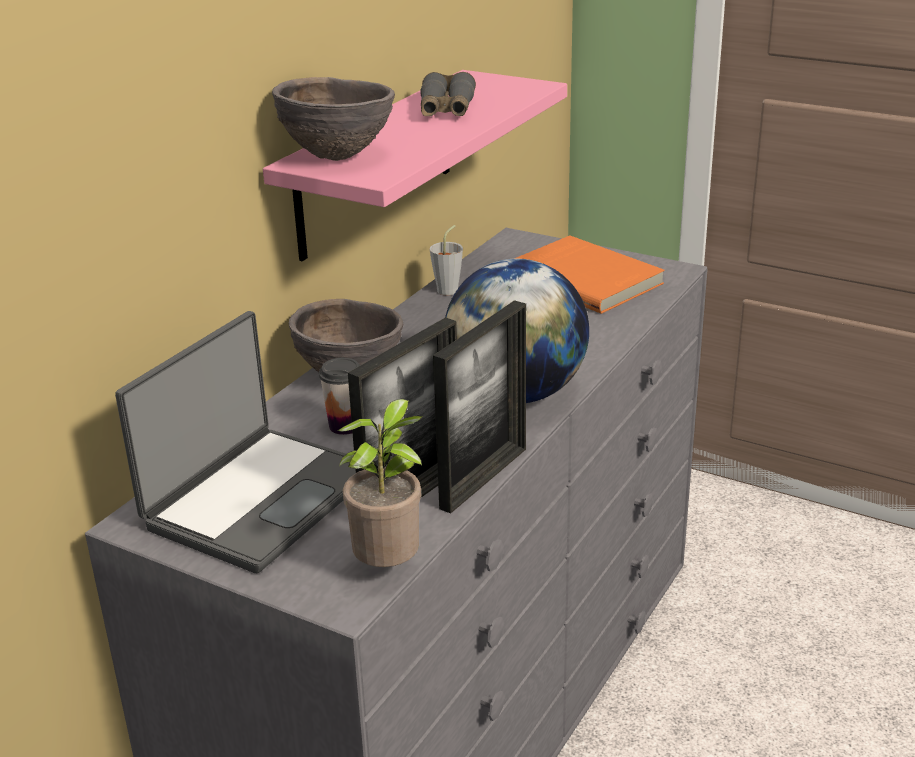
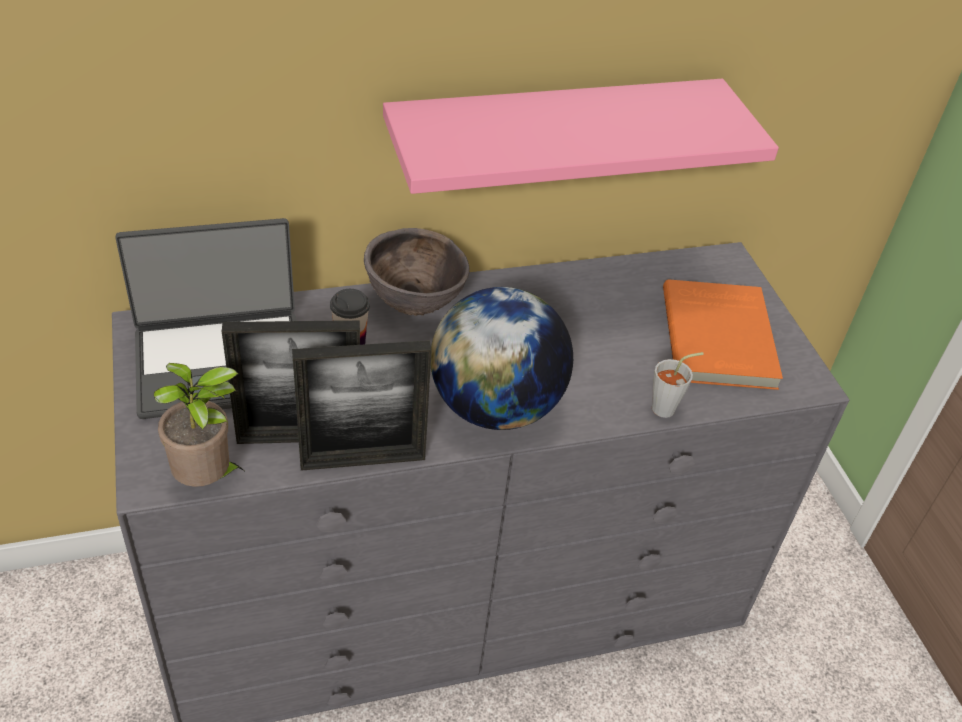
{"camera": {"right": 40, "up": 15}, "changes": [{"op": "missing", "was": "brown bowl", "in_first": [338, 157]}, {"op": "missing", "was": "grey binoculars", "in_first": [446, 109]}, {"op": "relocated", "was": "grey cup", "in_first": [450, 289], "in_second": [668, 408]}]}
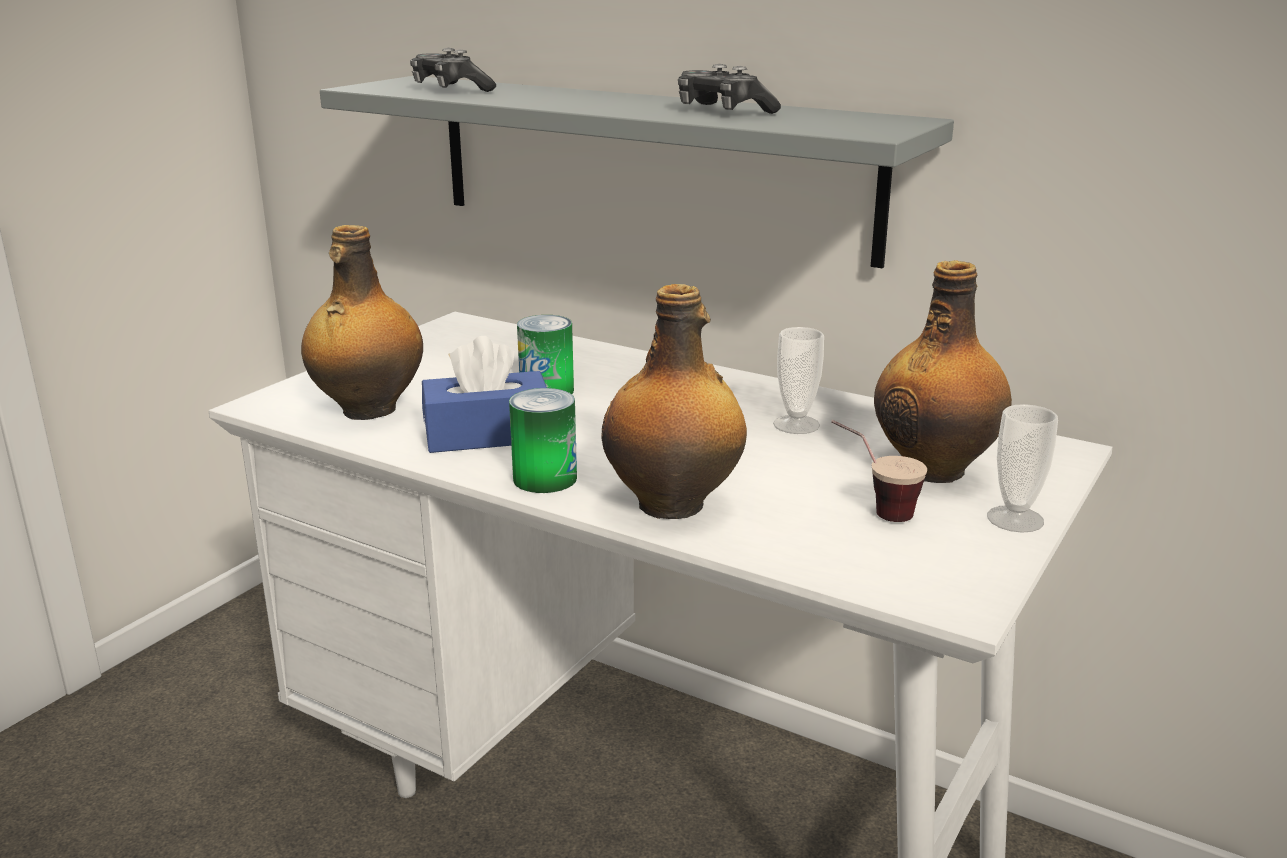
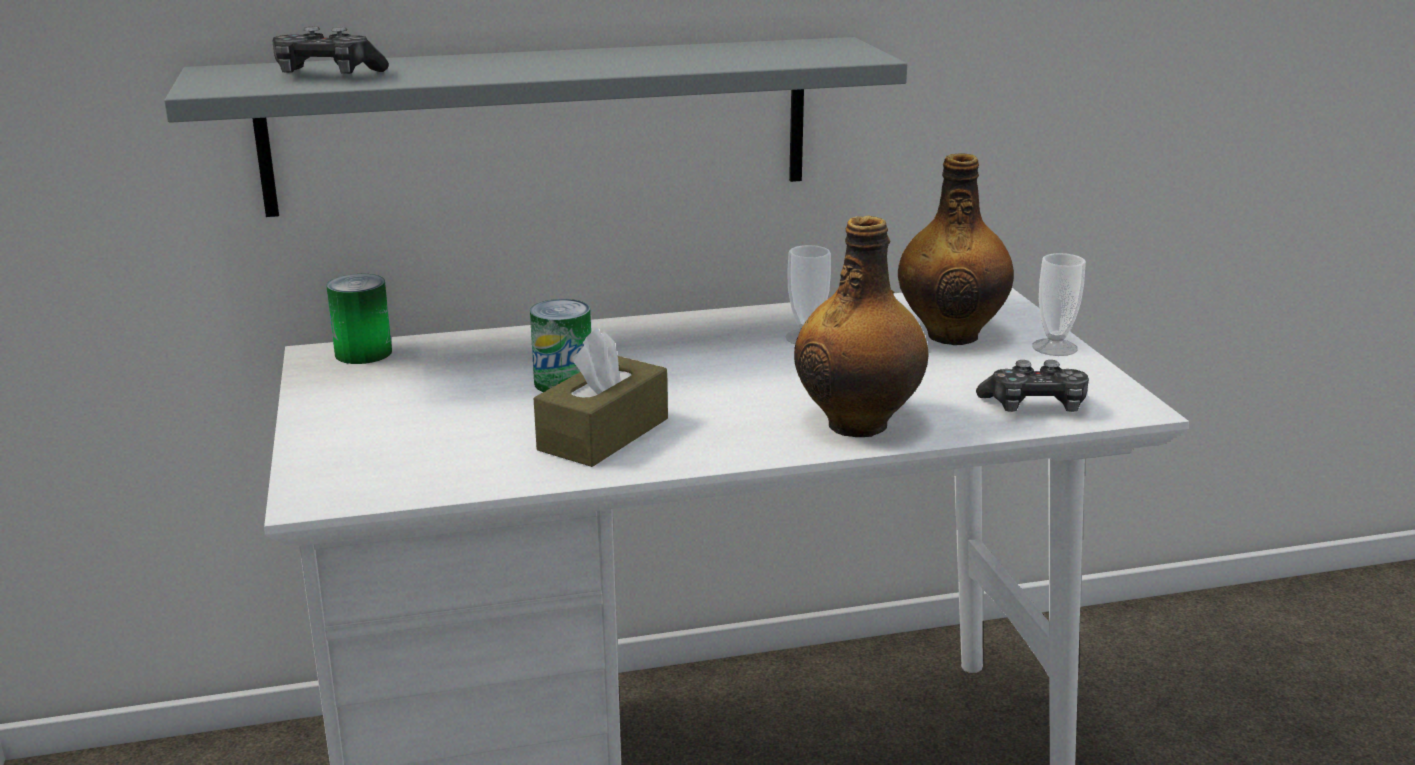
{"camera": {"right": -45, "up": 0}, "changes": [{"op": "missing", "was": "bottle", "in_first": [368, 410]}, {"op": "missing", "was": "cup", "in_first": [872, 510]}, {"op": "relocated", "was": "can", "in_first": [545, 478], "in_second": [363, 353]}, {"op": "relocated", "was": "game controller", "in_first": [723, 111], "in_second": [1035, 407]}, {"op": "colour", "was": "blue tissue box", "now": "brown tissue box", "in_first": [487, 435], "in_second": [603, 434]}]}
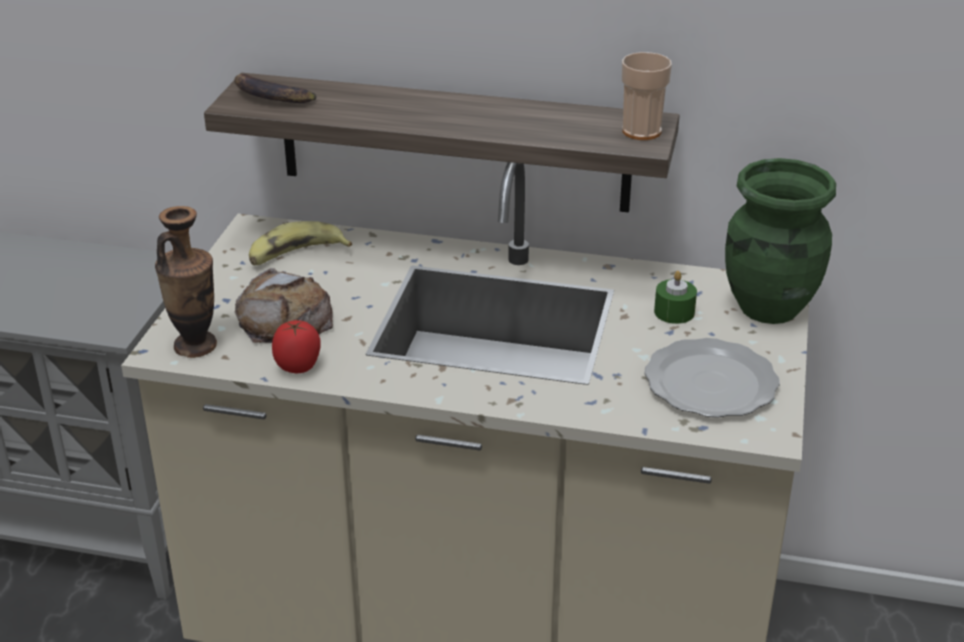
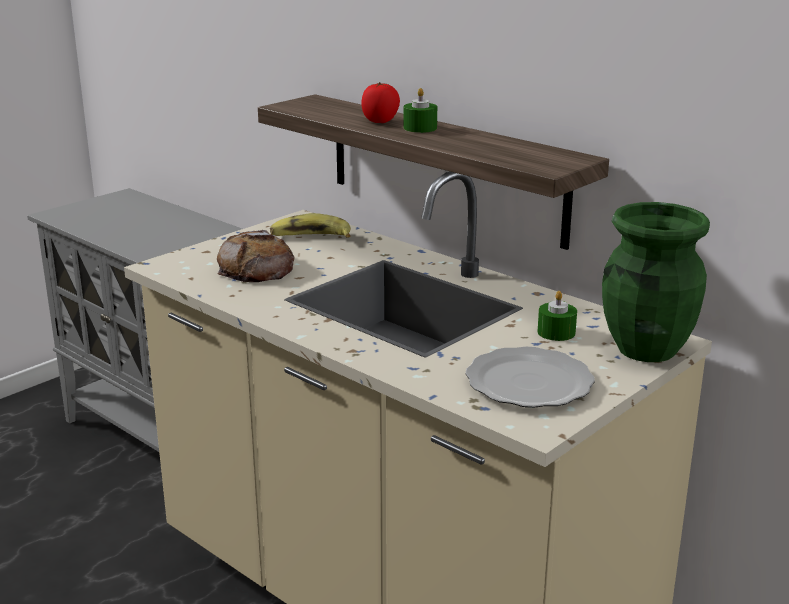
{"camera": {"right": 30, "up": -10}, "changes": [{"op": "missing", "was": "vase", "in_first": [195, 346]}, {"op": "missing", "was": "banana", "in_first": [270, 97]}, {"op": "missing", "was": "cup", "in_first": [641, 131]}, {"op": "appeared", "now": "green candle", "in_second": [420, 128]}, {"op": "relocated", "was": "tomato", "in_first": [298, 366], "in_second": [380, 121]}]}
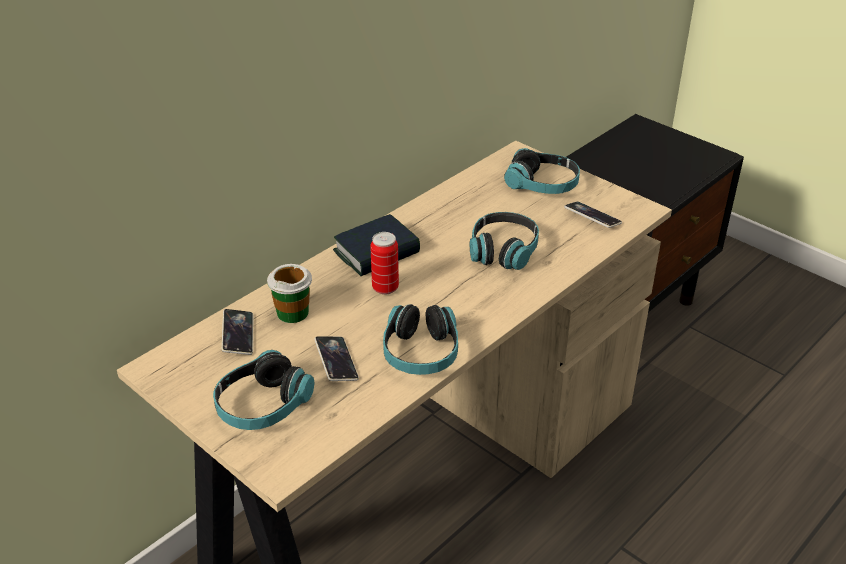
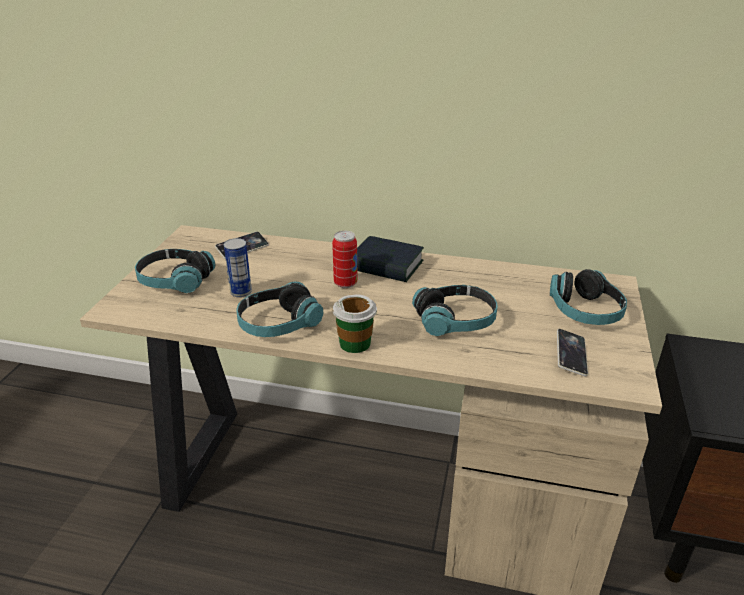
{"camera": {"right": 60, "up": -5}, "changes": [{"op": "relocated", "was": "cup", "in_first": [293, 312], "in_second": [355, 343]}, {"op": "exchanged", "was": "phone", "now": "can", "in_first": [336, 362], "in_second": [241, 292]}]}
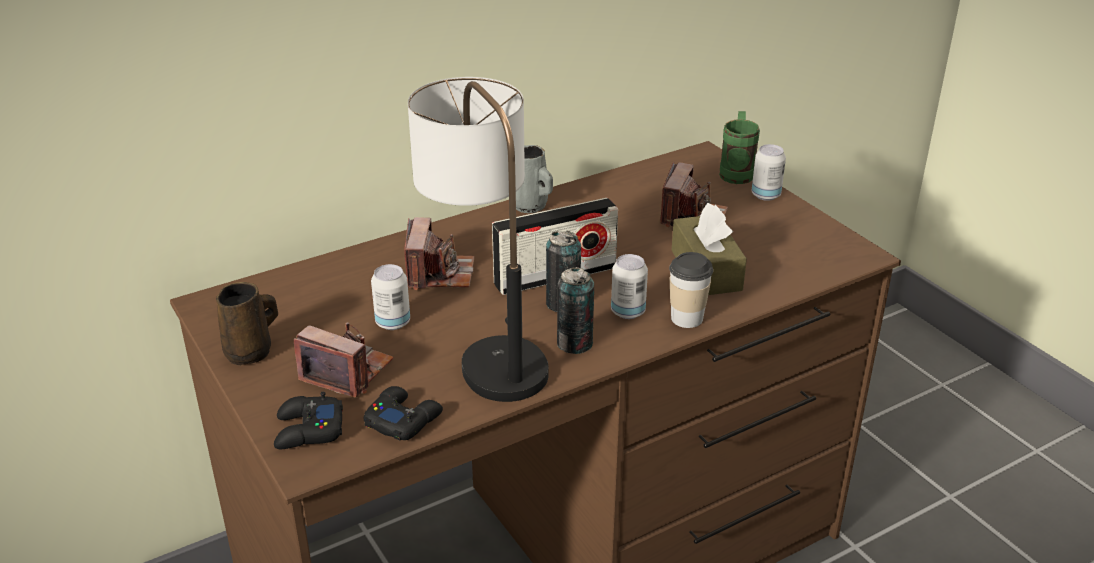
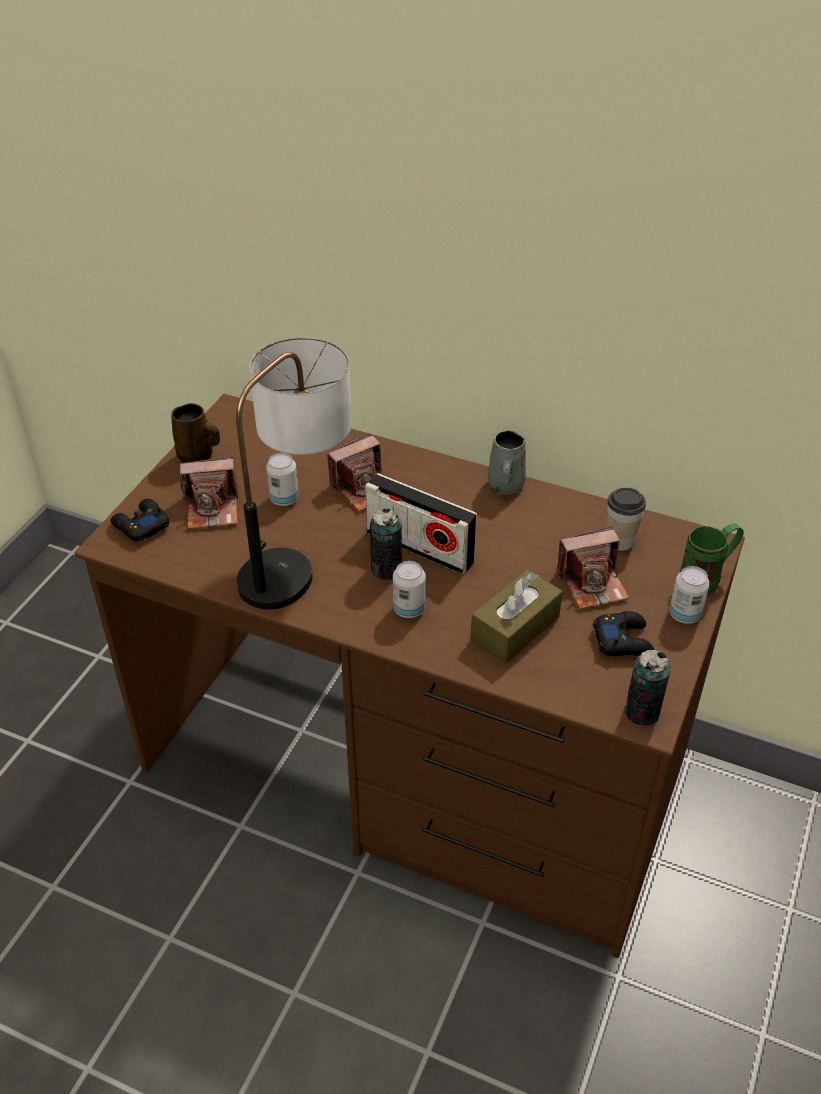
{"camera": {"right": 55, "up": 10}, "changes": [{"op": "relocated", "was": "black game controller", "in_first": [403, 420], "in_second": [623, 640]}, {"op": "relocated", "was": "can", "in_first": [574, 344], "in_second": [642, 712]}, {"op": "relocated", "was": "cup", "in_first": [687, 318], "in_second": [619, 541]}, {"op": "spun", "was": "photo camera", "in_first": [347, 372], "in_second": [212, 509], "clockwise": 90}]}
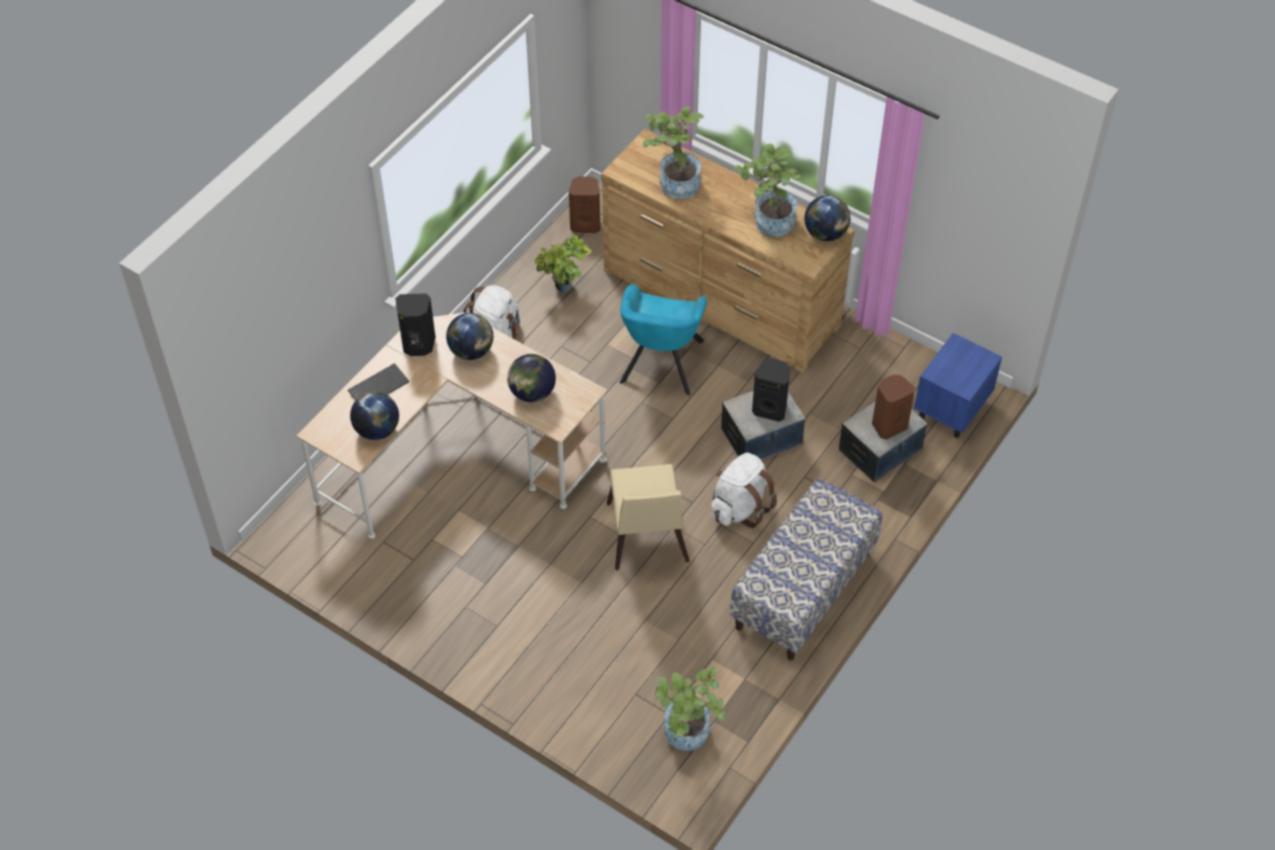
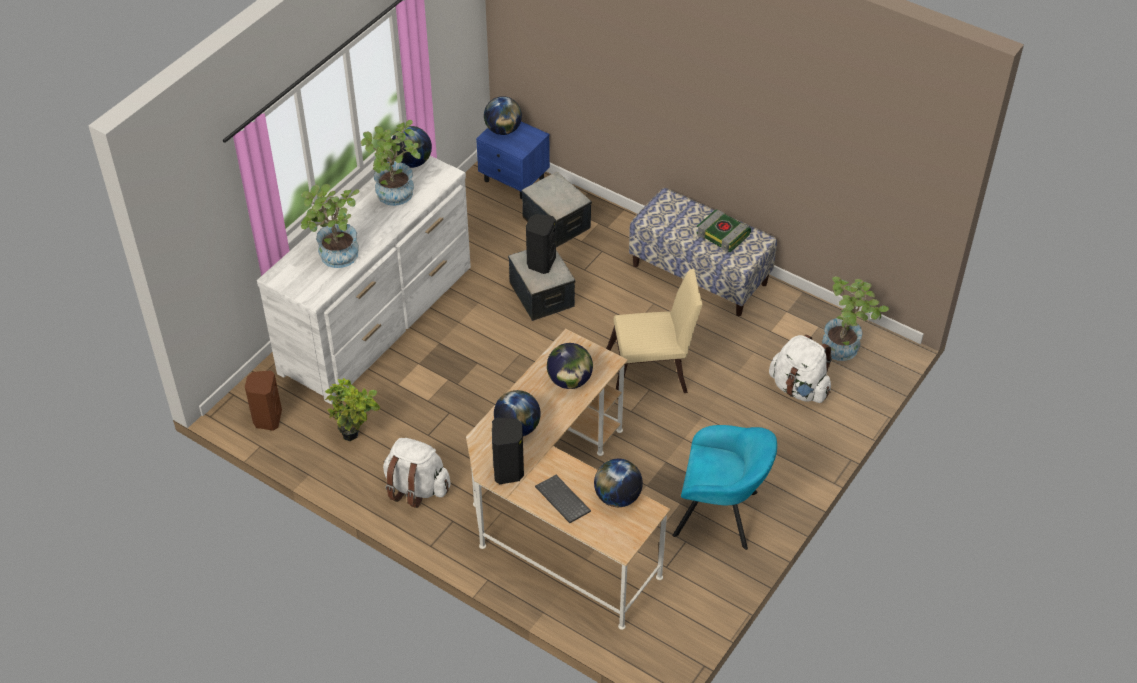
{"camera": {"right": -90, "up": -5}, "changes": [{"op": "missing", "was": "brown speaker", "in_first": [888, 425]}, {"op": "appeared", "now": "globe", "in_second": [503, 130]}, {"op": "appeared", "now": "book", "in_second": [724, 234]}, {"op": "relocated", "was": "turquoise armchair", "in_first": [660, 365], "in_second": [721, 514]}, {"op": "relocated", "was": "white backpack", "in_first": [740, 507], "in_second": [799, 388]}, {"op": "colour", "was": "brown dresser", "now": "white dresser", "in_first": [720, 298], "in_second": [378, 319]}]}
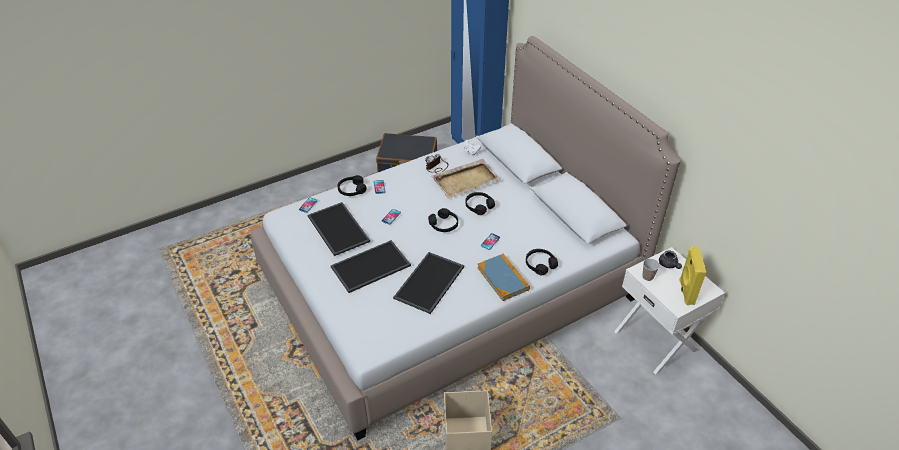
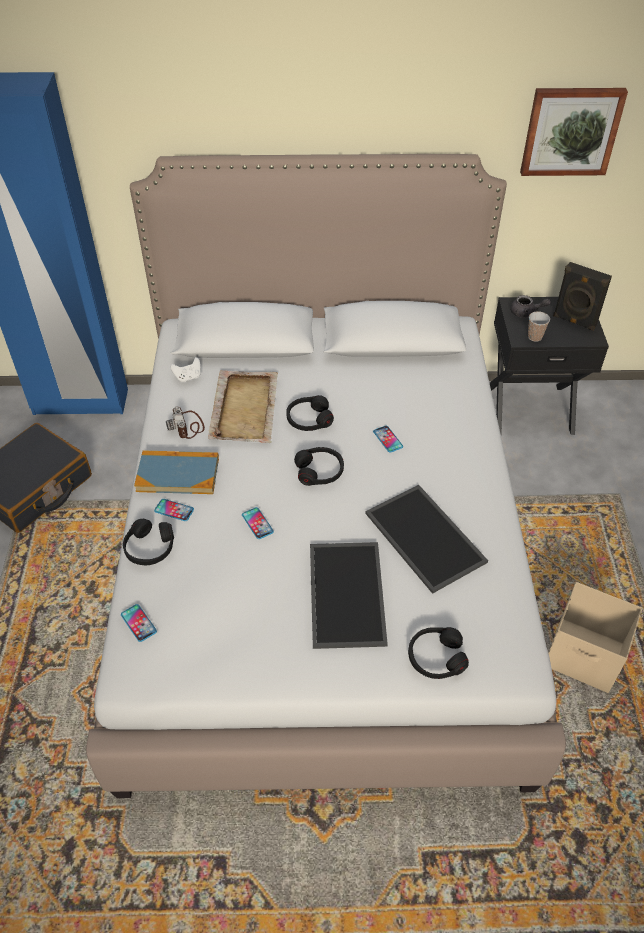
{"camera": {"right": -60, "up": 5}, "changes": [{"op": "missing", "was": "tray", "in_first": [337, 228]}, {"op": "appeared", "now": "picture", "in_second": [571, 131]}, {"op": "relocated", "was": "book", "in_first": [503, 278], "in_second": [178, 474]}, {"op": "relocated", "was": "black headphones", "in_first": [540, 264], "in_second": [436, 657]}, {"op": "colour", "was": "white nightstand", "now": "black nightstand", "in_first": [656, 340], "in_second": [529, 408]}, {"op": "colour", "was": "yellow speaker", "now": "black speaker", "in_first": [685, 292], "in_second": [574, 321]}]}
